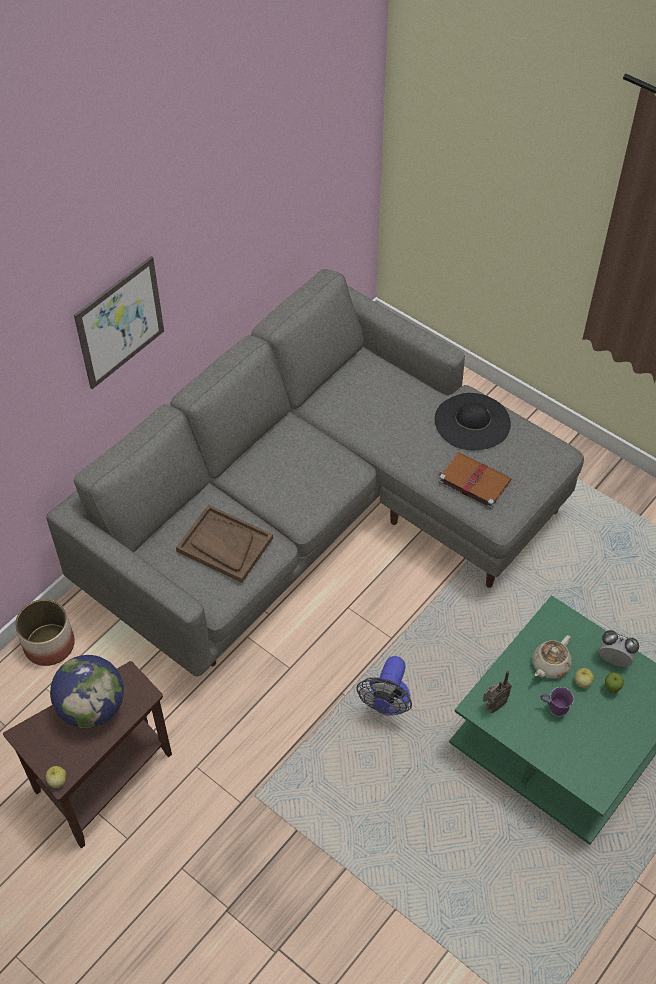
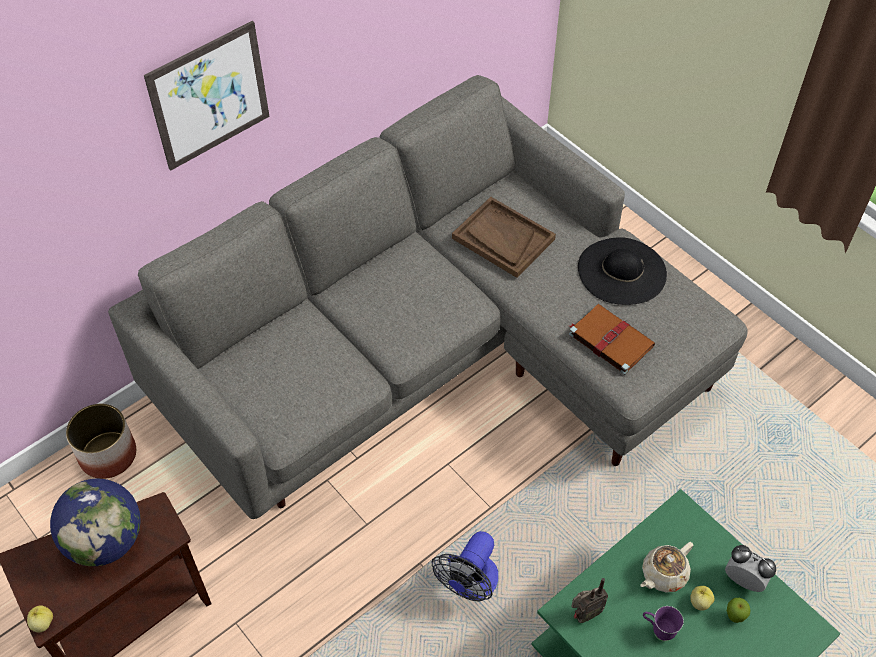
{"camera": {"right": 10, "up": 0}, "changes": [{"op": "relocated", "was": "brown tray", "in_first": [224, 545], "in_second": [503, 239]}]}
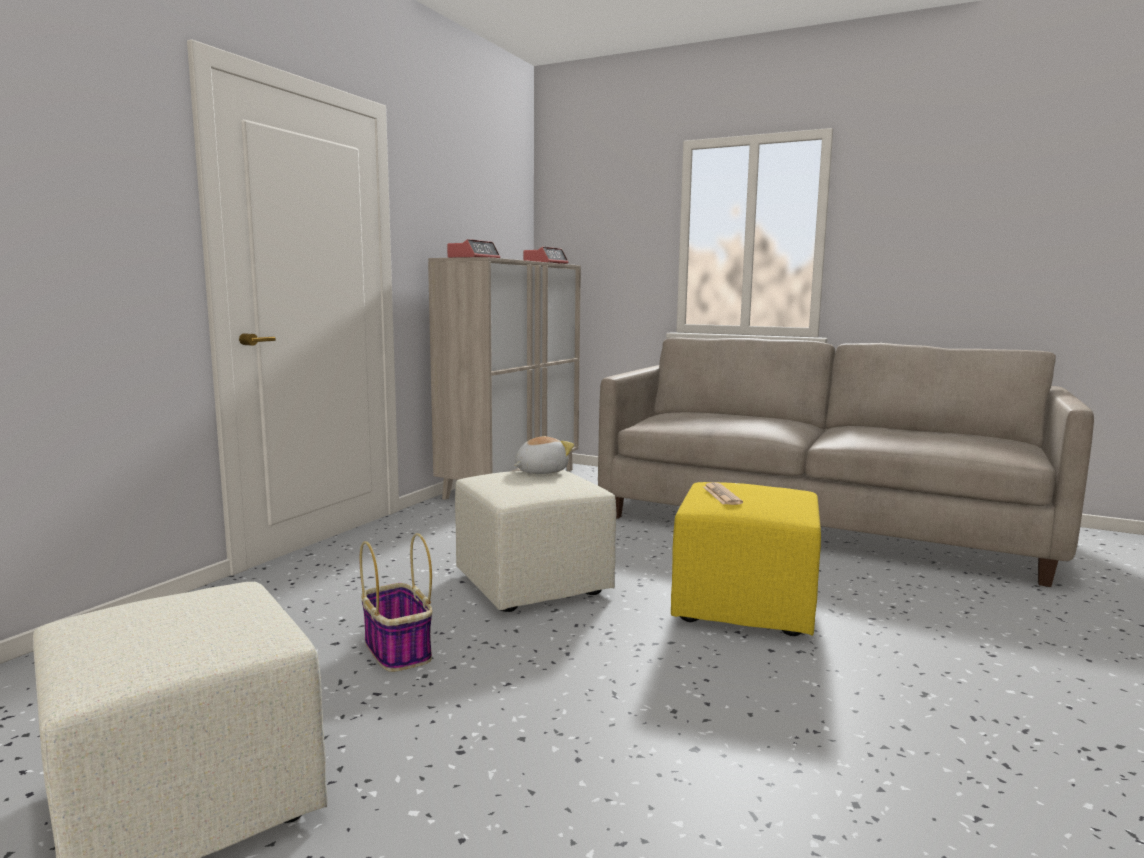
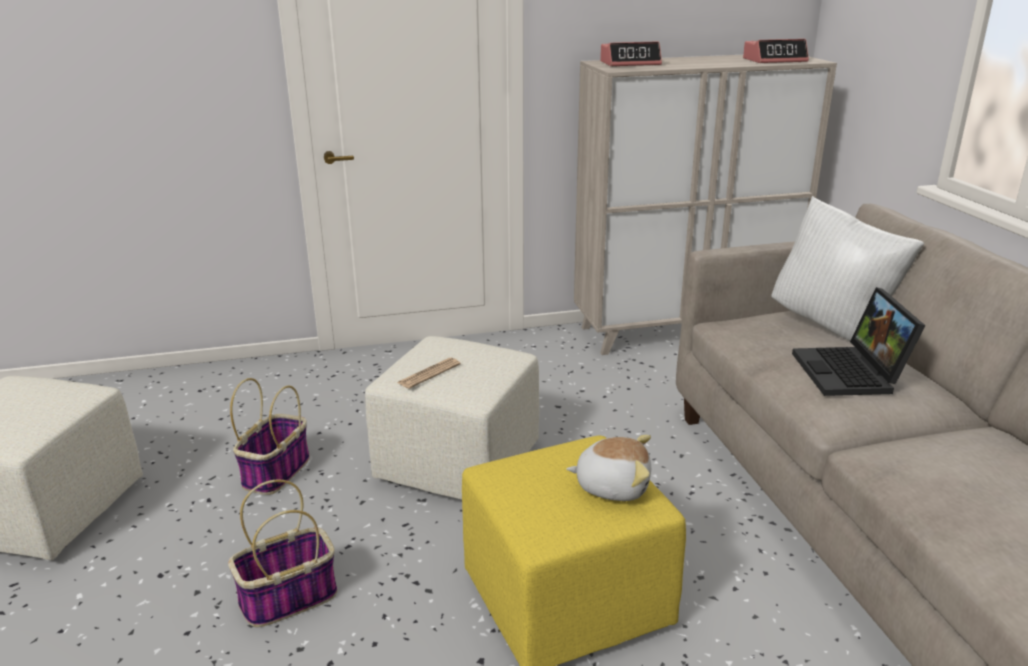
{"camera": {"right": 50, "up": 15}, "changes": [{"op": "appeared", "now": "basket", "in_second": [288, 599]}, {"op": "appeared", "now": "white pillow", "in_second": [832, 326]}, {"op": "appeared", "now": "laptop", "in_second": [852, 374]}, {"op": "relocated", "was": "plush toy", "in_first": [540, 471], "in_second": [612, 486]}, {"op": "relocated", "was": "newspaper", "in_first": [721, 495], "in_second": [429, 374]}]}
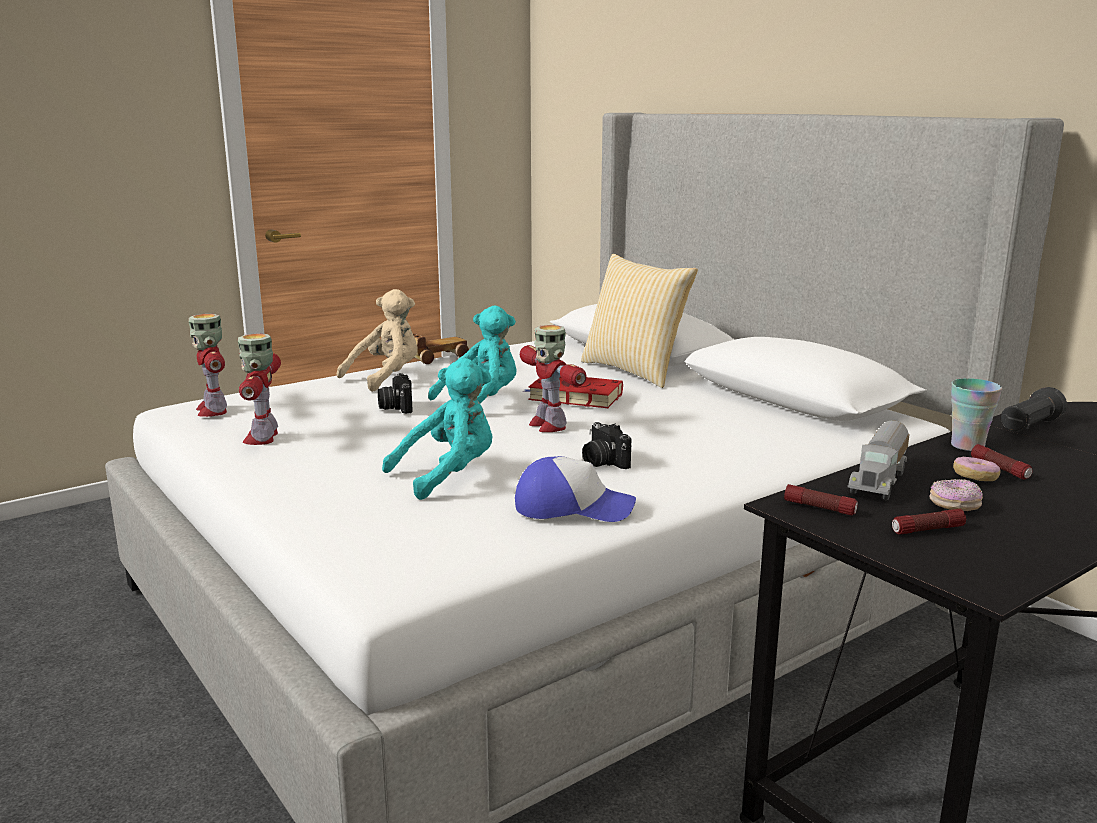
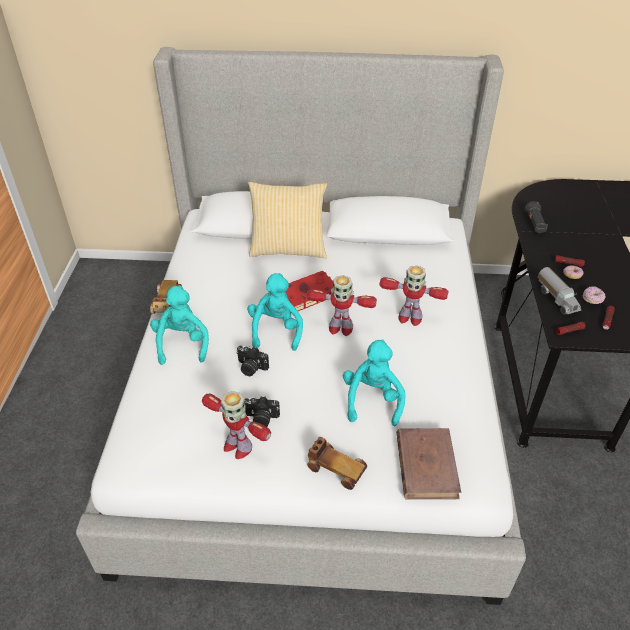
{"camera": {"right": -50, "up": 25}, "changes": [{"op": "missing", "was": "cap", "in_first": [573, 508]}, {"op": "missing", "was": "cup", "in_first": [967, 446]}, {"op": "appeared", "now": "toy car", "in_second": [336, 468]}, {"op": "appeared", "now": "brown book", "in_second": [426, 465]}, {"op": "relocated", "was": "toy robot", "in_first": [213, 410], "in_second": [409, 318]}, {"op": "relocated", "was": "photo camera", "in_first": [602, 462], "in_second": [261, 419]}, {"op": "colour", "was": "beige plush toy", "now": "turquoise plush toy", "in_first": [386, 378], "in_second": [182, 343]}]}
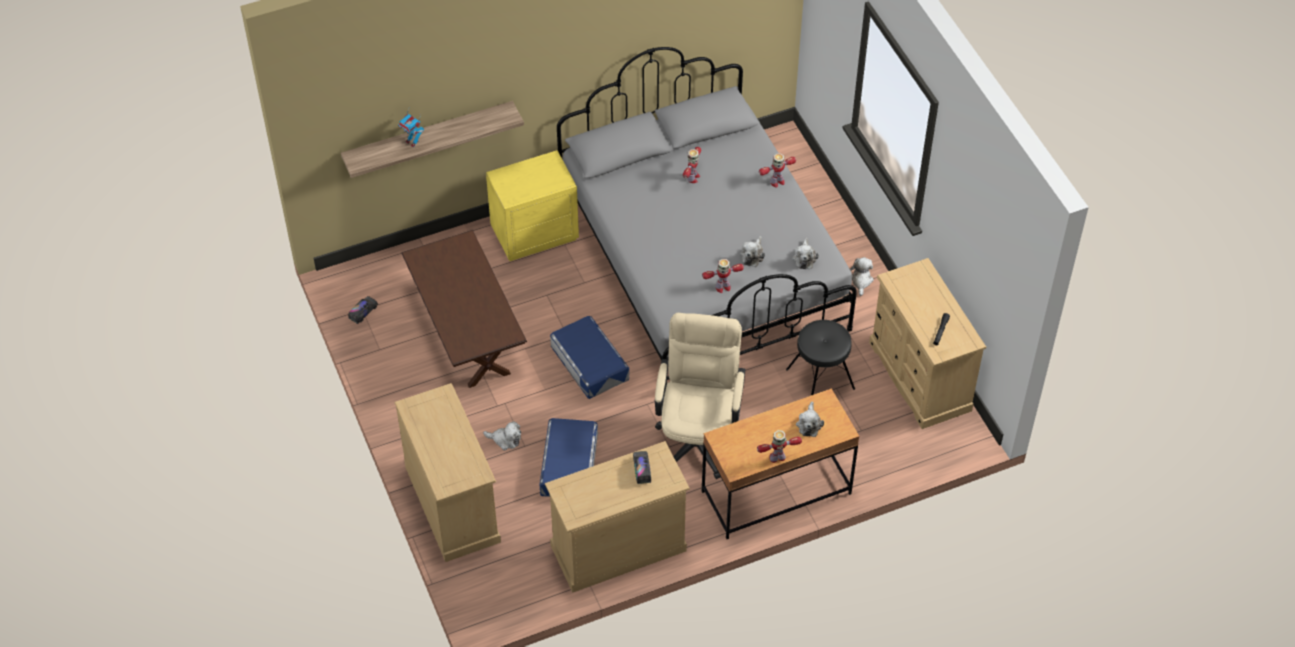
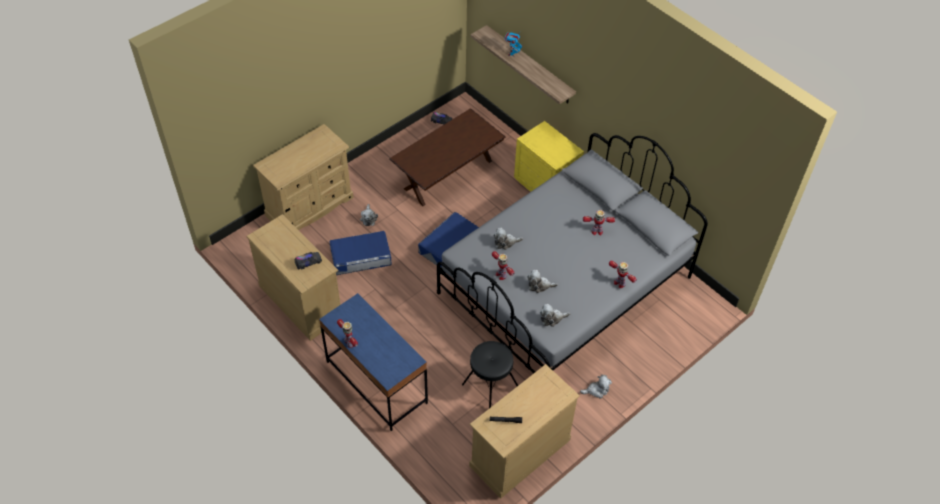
{"camera": {"right": 70, "up": 0}, "changes": [{"op": "missing", "was": "beige office chair", "in_first": [698, 435]}, {"op": "relocated", "was": "plush toy", "in_first": [809, 424], "in_second": [505, 242]}, {"op": "colour", "was": "brown desk", "now": "blue desk", "in_first": [776, 493], "in_second": [376, 382]}]}
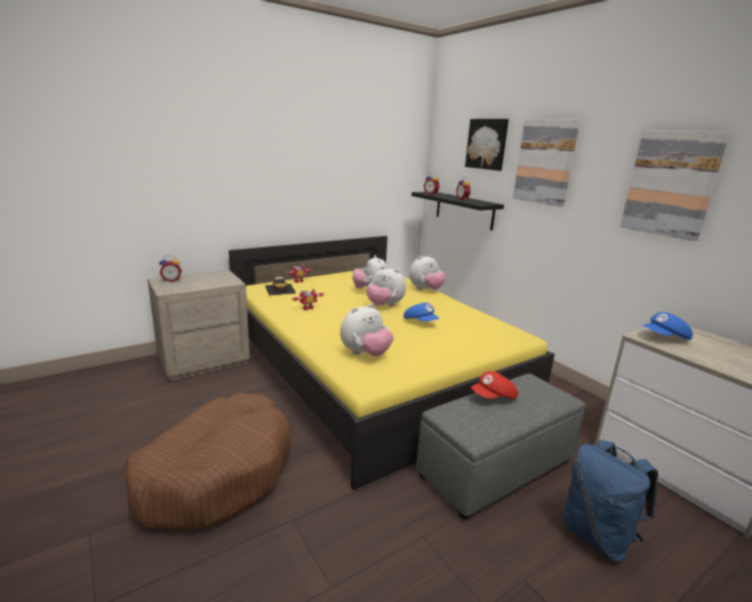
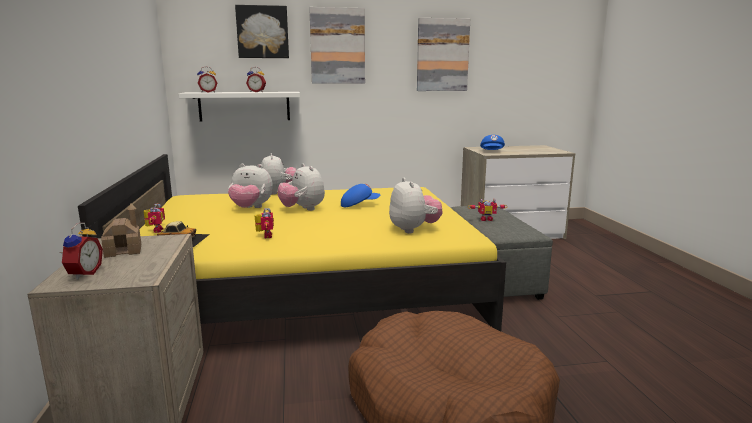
{"camera": {"right": -65, "up": -5}, "changes": [{"op": "missing", "was": "blue backpack", "in_first": [597, 536]}, {"op": "appeared", "now": "toy house", "in_second": [123, 250]}, {"op": "exchanged", "was": "red cap", "now": "toy robot", "in_first": [494, 397], "in_second": [486, 219]}, {"op": "colour", "was": "black shelf", "now": "white shelf", "in_first": [464, 210], "in_second": [244, 106]}, {"op": "spun", "was": "plush toy", "in_first": [384, 305], "in_second": [302, 209], "clockwise": 90}]}
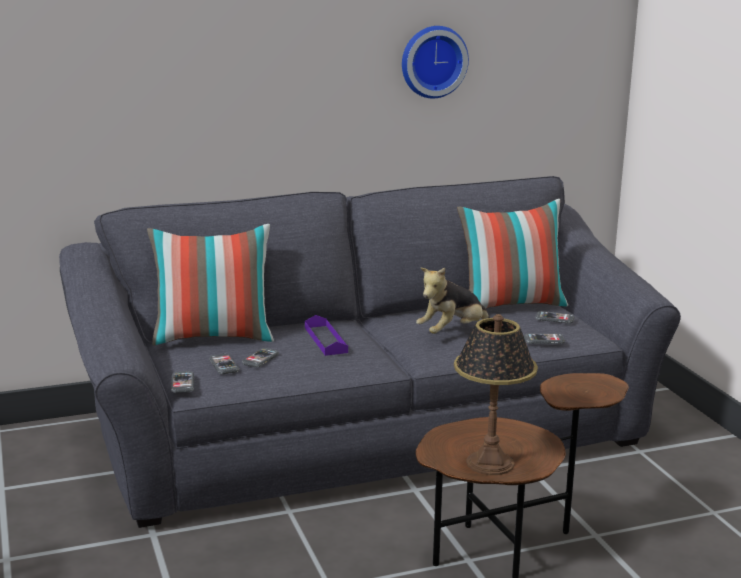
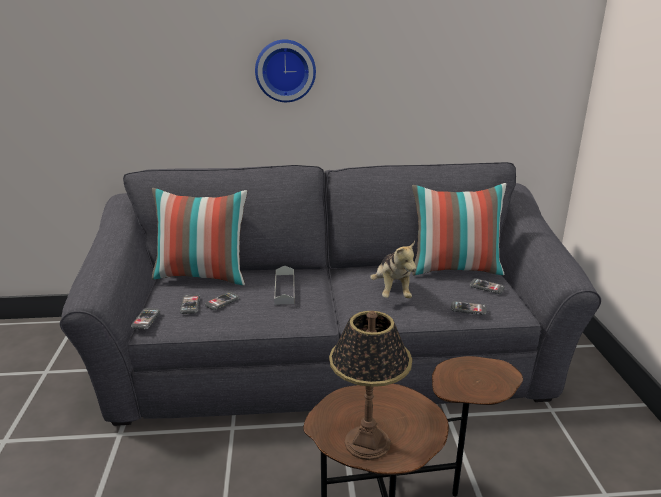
{"camera": {"right": 15, "up": 5}, "changes": [{"op": "relocated", "was": "wall clock", "in_first": [432, 61], "in_second": [285, 70]}, {"op": "colour", "was": "purple tray", "now": "grey tray", "in_first": [325, 340], "in_second": [284, 288]}, {"op": "spun", "was": "plush toy", "in_first": [452, 332], "in_second": [392, 291], "clockwise": -75}]}
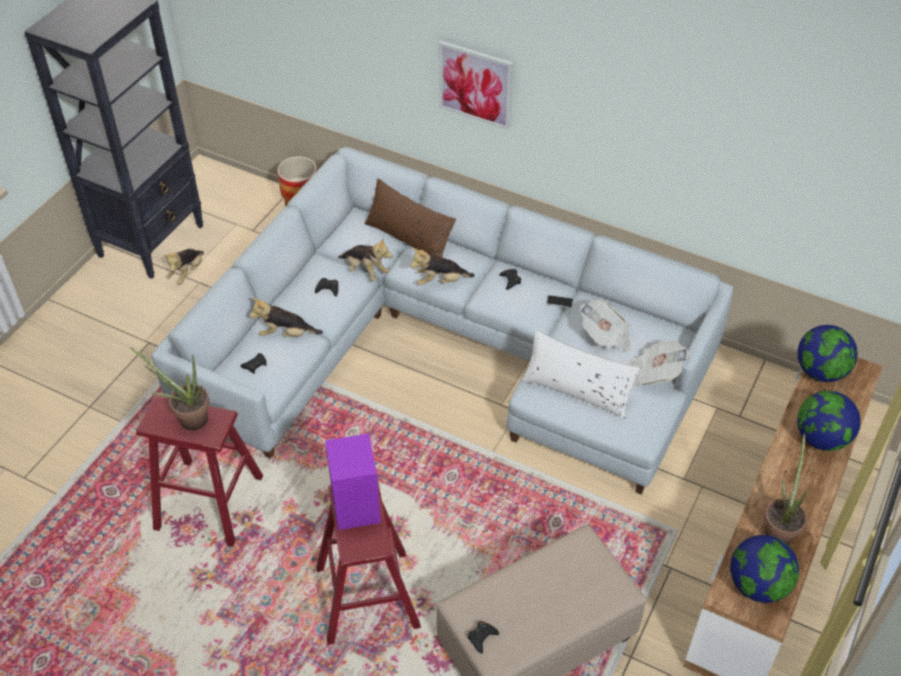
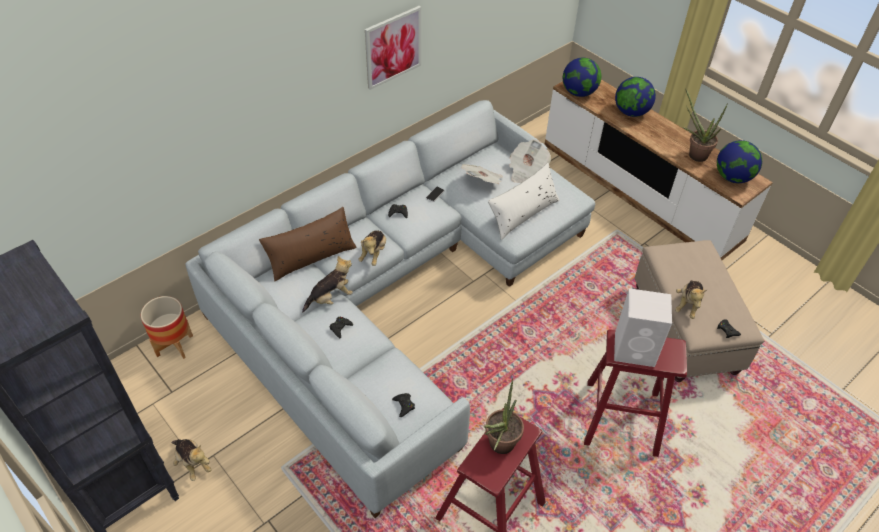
{"camera": {"right": -70, "up": 0}, "changes": [{"op": "relocated", "was": "plush toy", "in_first": [286, 334], "in_second": [687, 304]}, {"op": "relocated", "was": "picture", "in_first": [475, 84], "in_second": [393, 47]}, {"op": "colour", "was": "purple speaker", "now": "white speaker", "in_first": [356, 507], "in_second": [635, 349]}]}
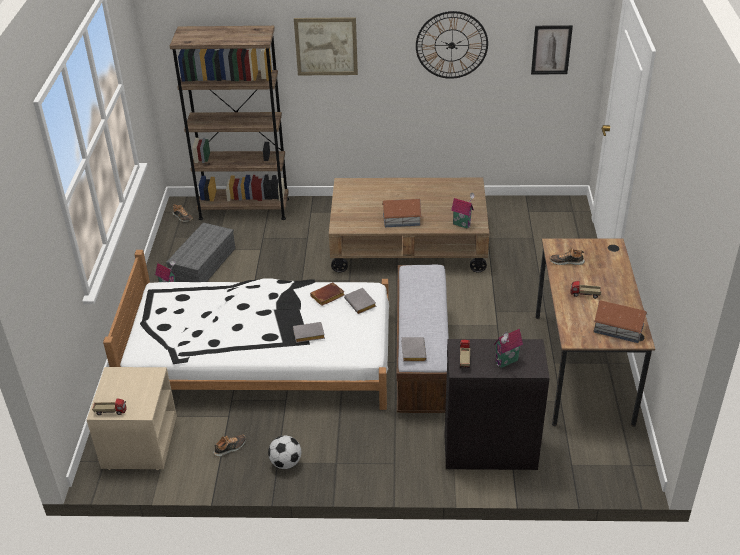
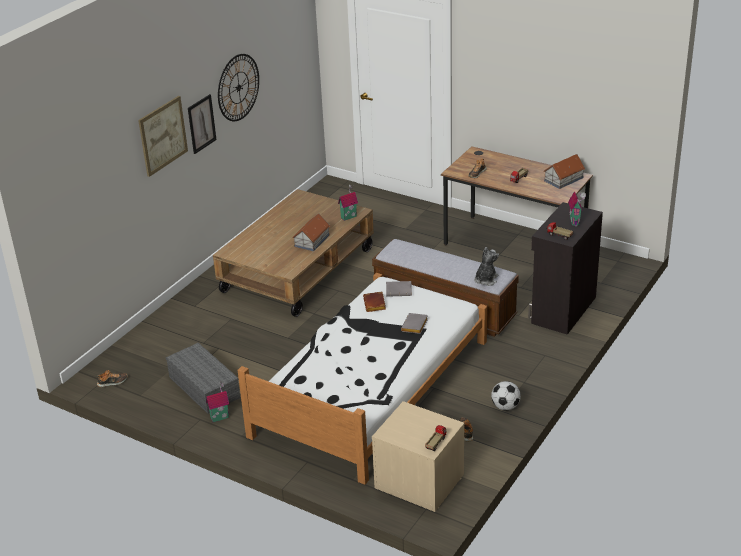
{"camera": {"right": -60, "up": -5}, "changes": [{"op": "missing", "was": "brown bookcase", "in_first": [244, 209]}, {"op": "relocated", "was": "picture", "in_first": [551, 49], "in_second": [201, 124]}, {"op": "exchanged", "was": "grey book", "now": "plush toy", "in_first": [412, 351], "in_second": [485, 280]}]}
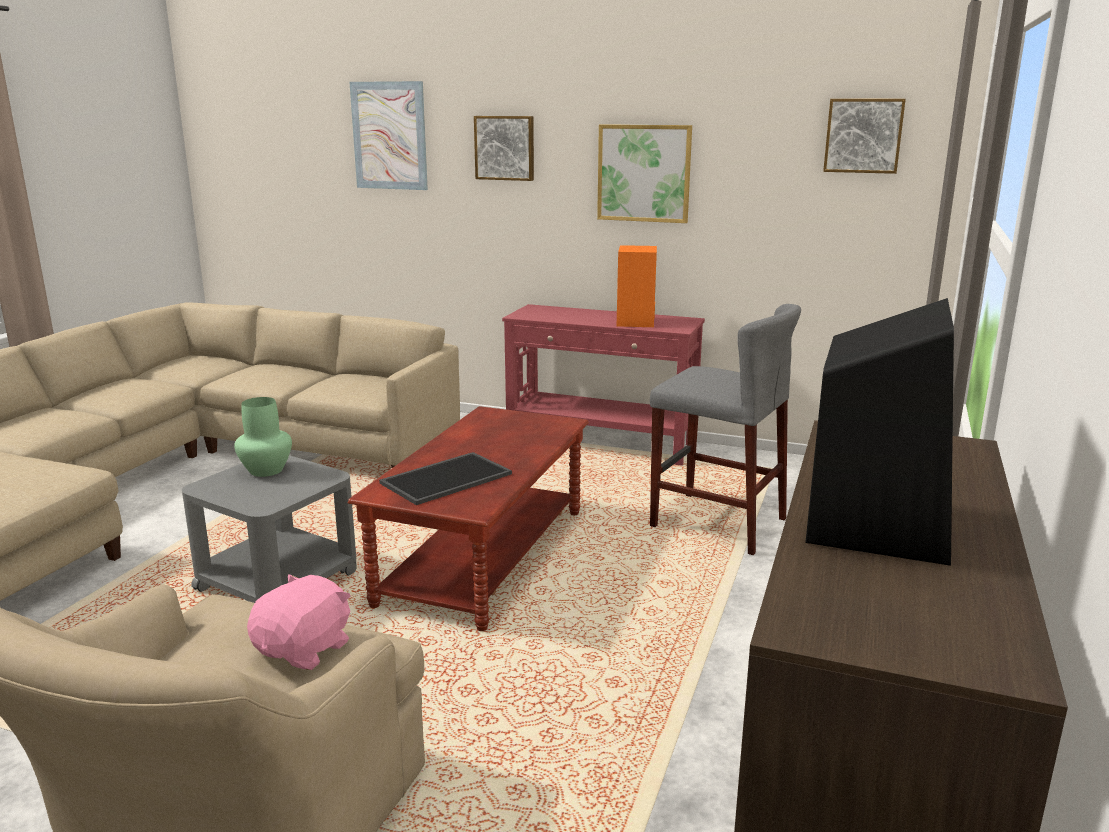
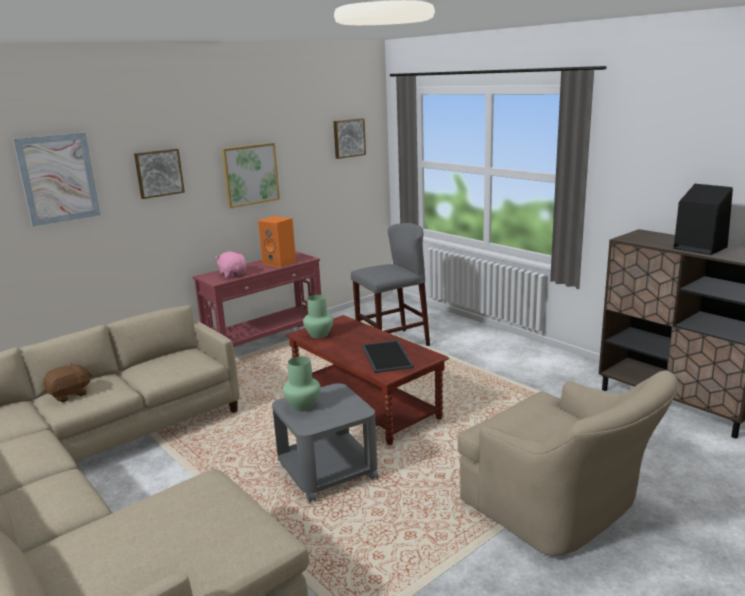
{"camera": {"right": -60, "up": 0}, "changes": [{"op": "appeared", "now": "brown plush toy", "in_second": [70, 395]}, {"op": "appeared", "now": "green vase", "in_second": [319, 335]}, {"op": "relocated", "was": "pink plush toy", "in_first": [305, 649], "in_second": [233, 274]}]}
